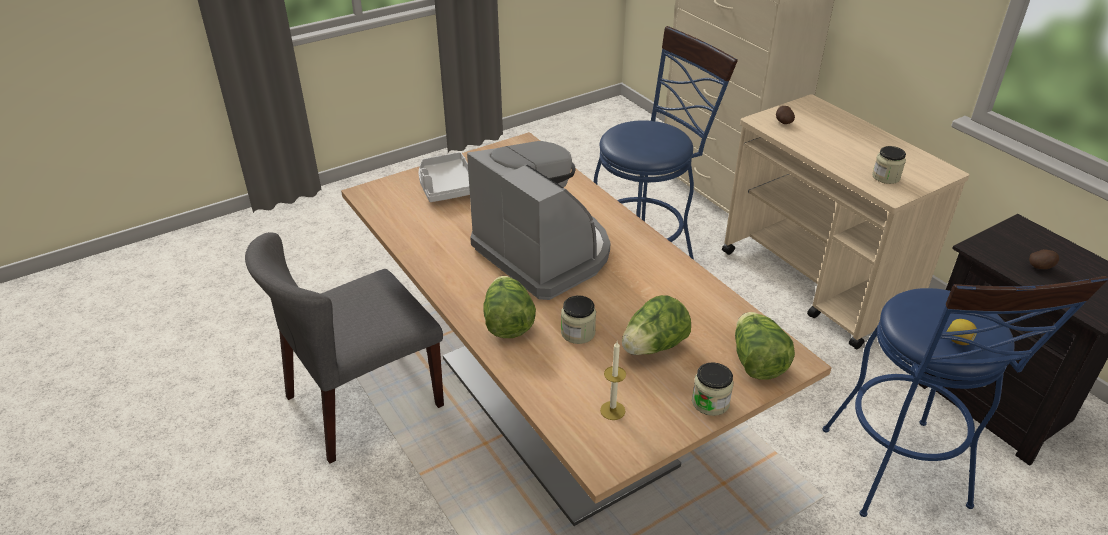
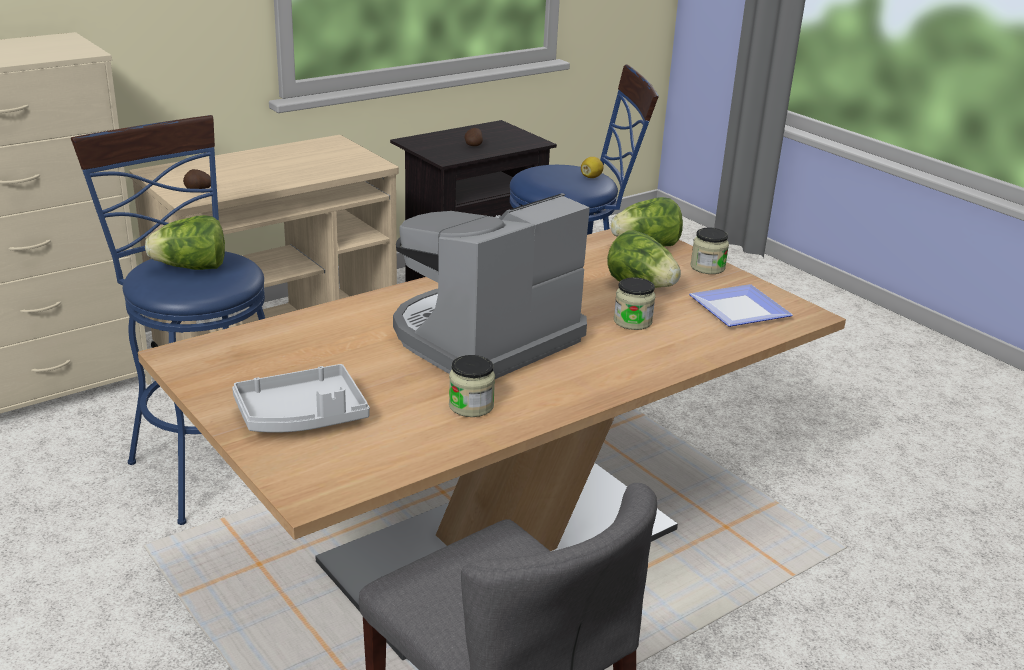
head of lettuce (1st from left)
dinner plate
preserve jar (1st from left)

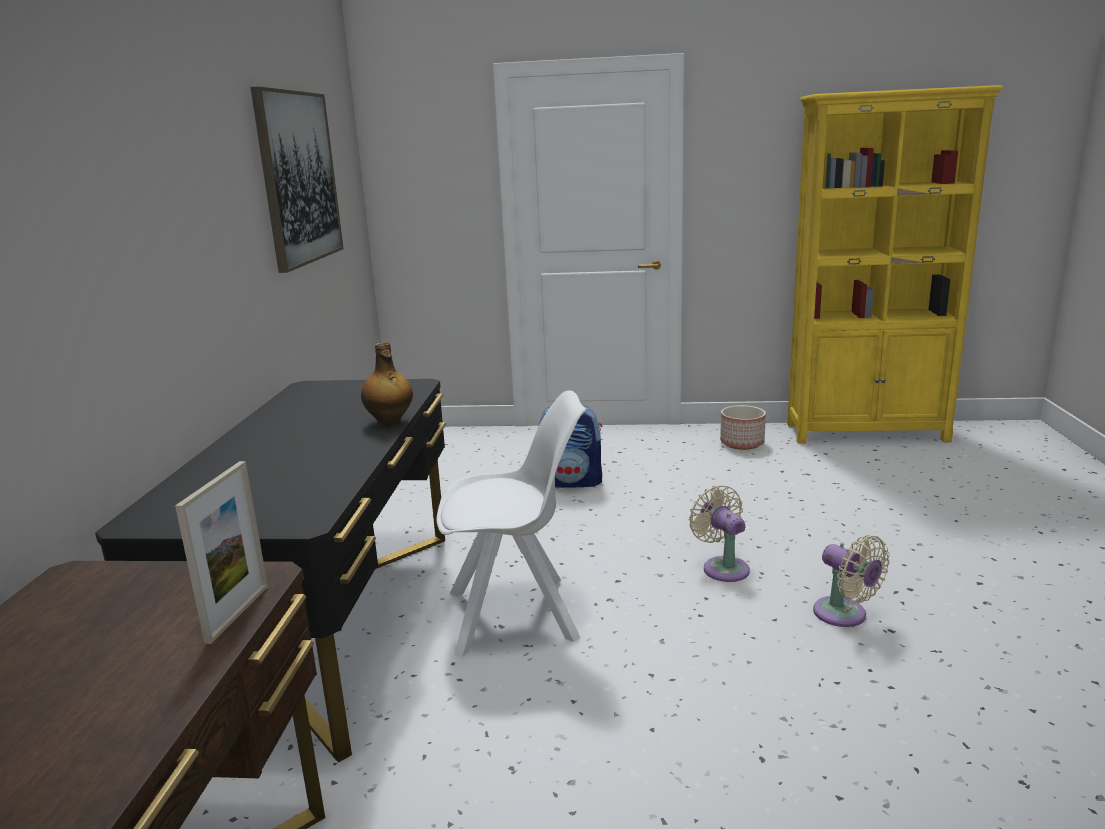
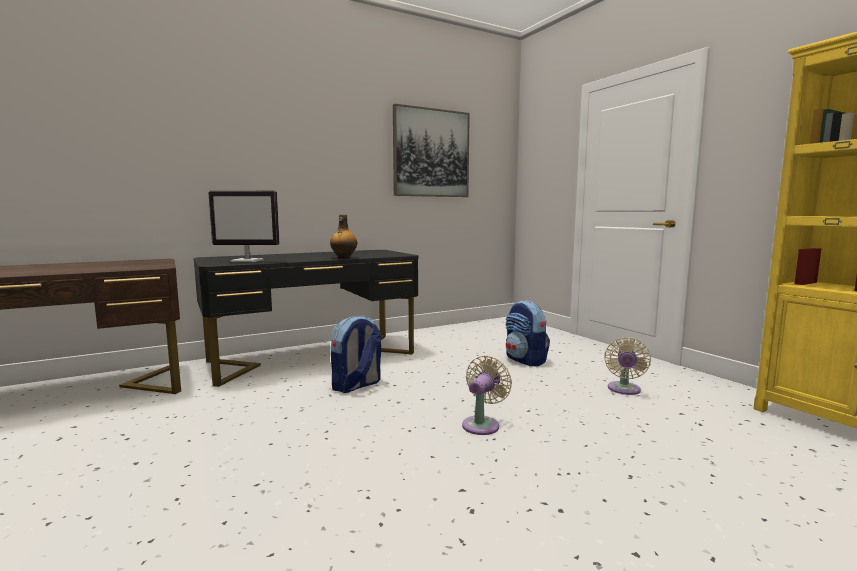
picture frame
backpack (1st from left)
planter
beige cooling fan (2nd from left)
computer screen

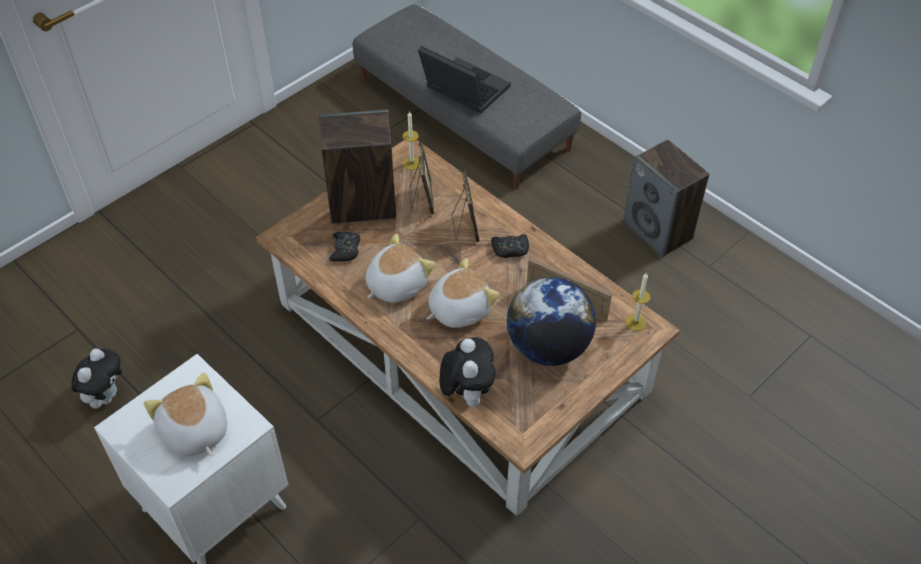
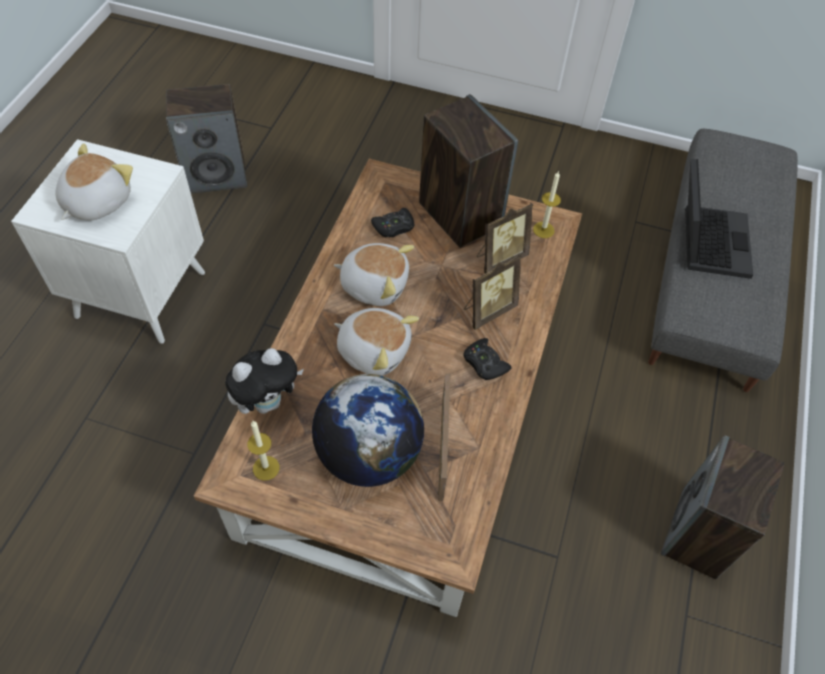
loudspeaker (1st from left)
candle (1st from left)

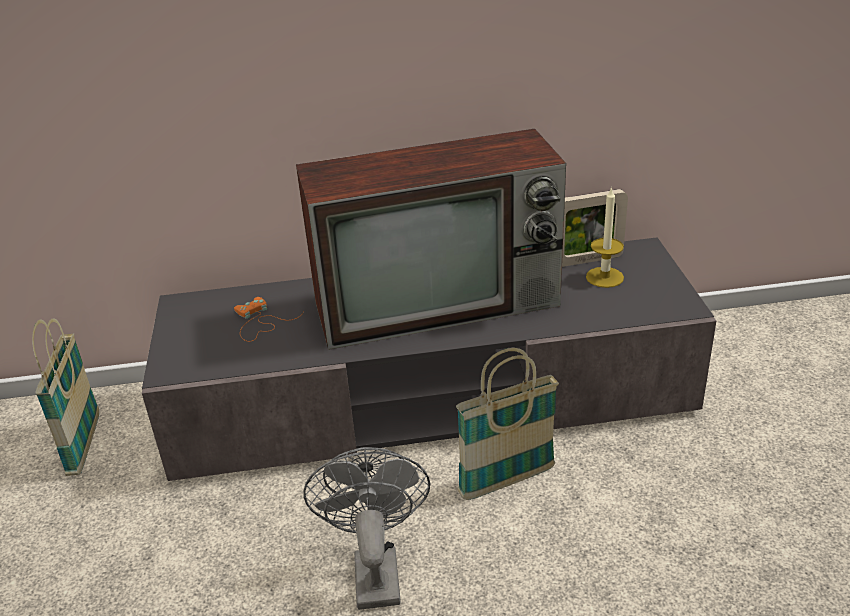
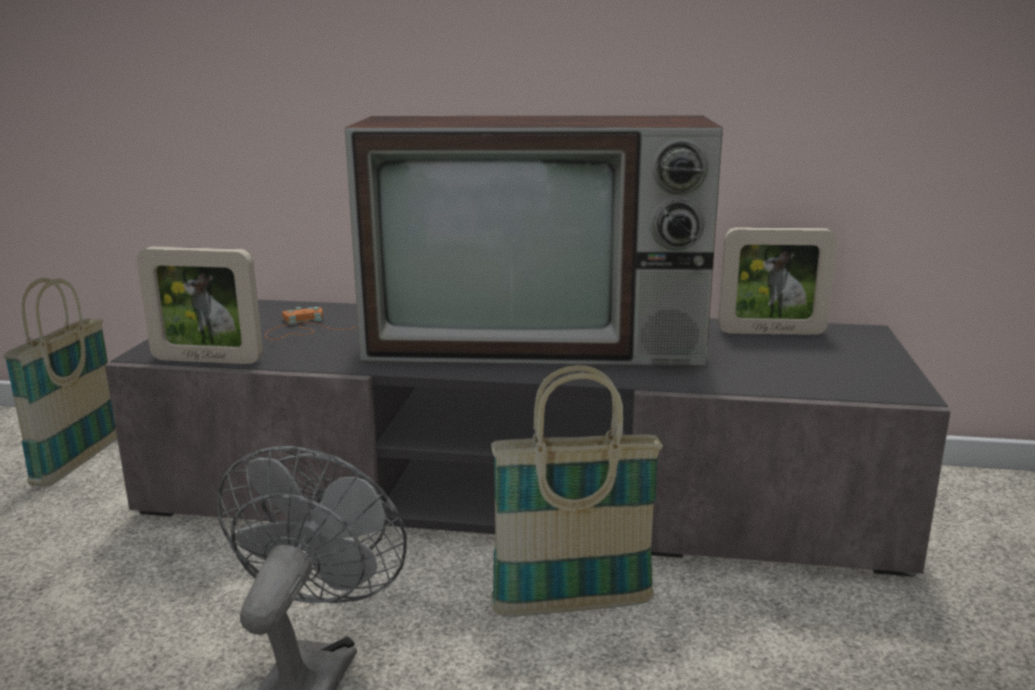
candle
picture frame (1st from left)

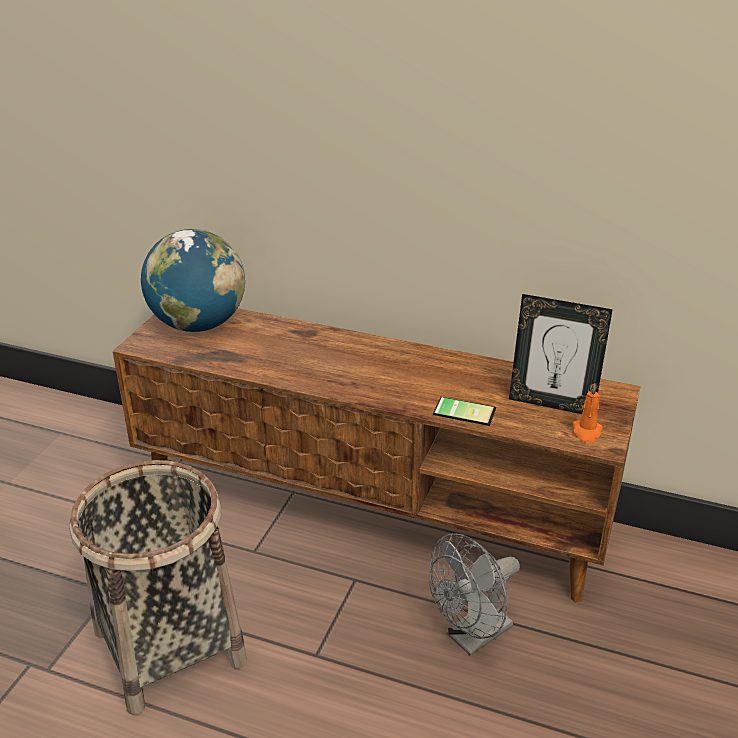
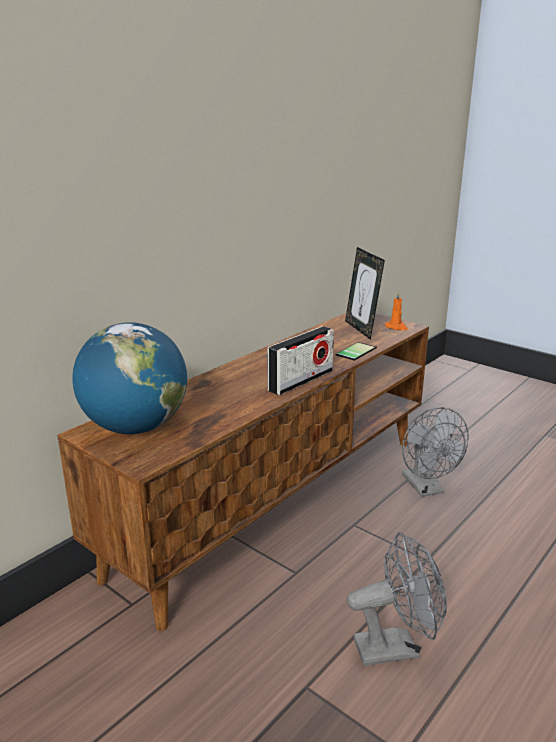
greyish cooling fan (1st from left)
picture frame
radio

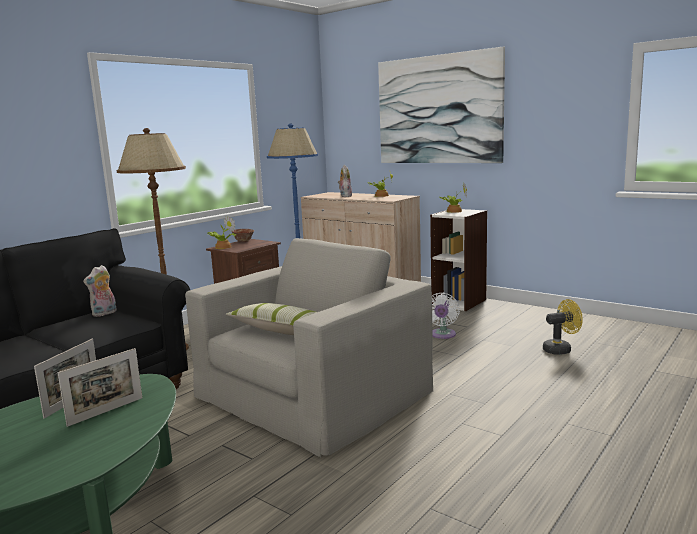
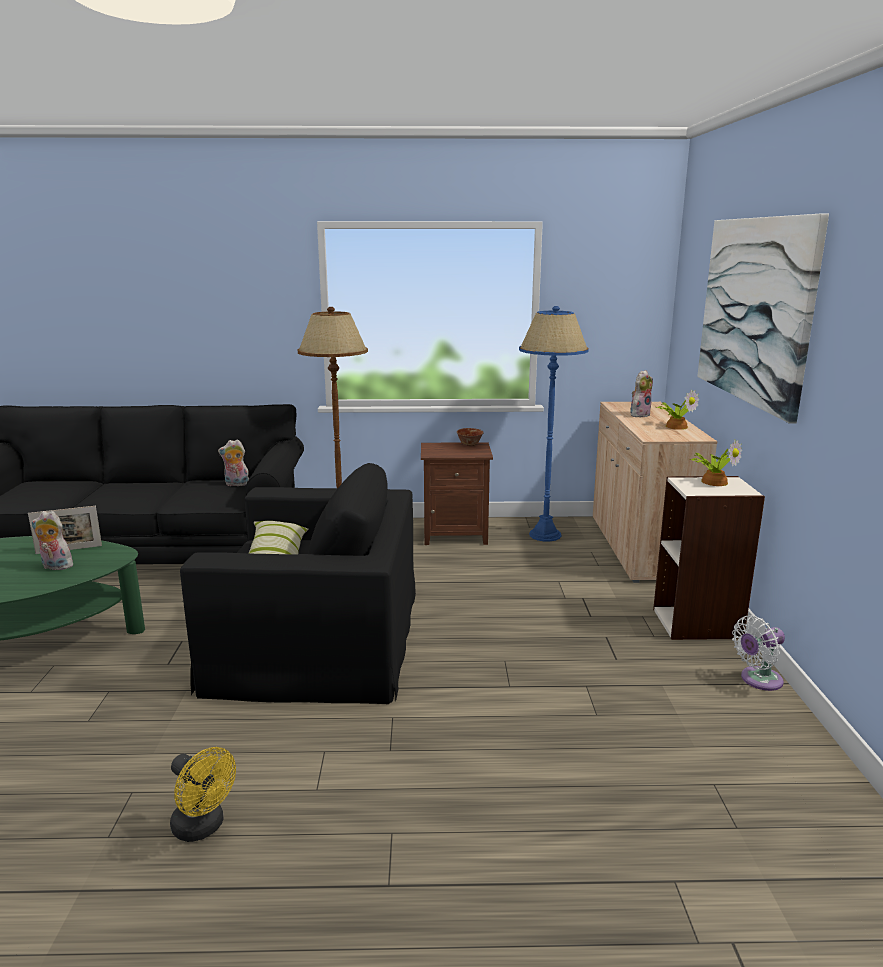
plush toy (1st from left)
black lounge chair
plant in a pot (1st from left in the first image)
white-coloured cooling fan
yellow cooling fan

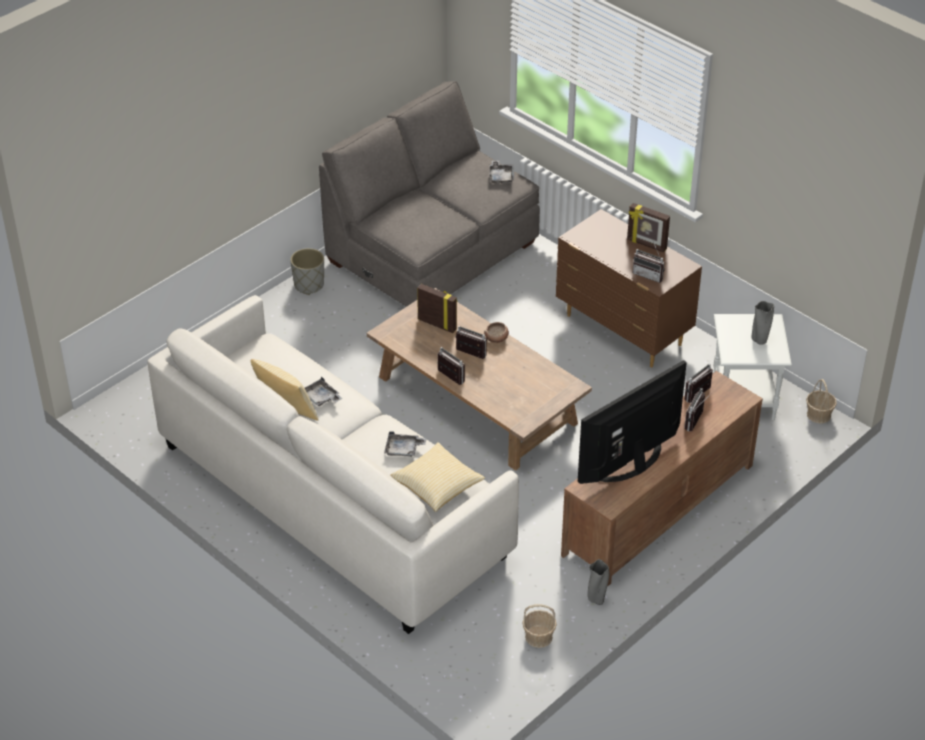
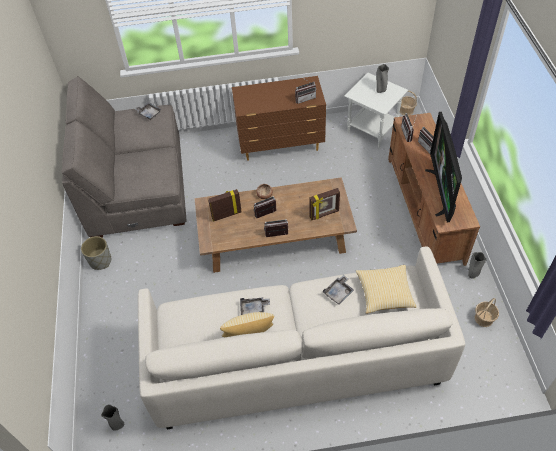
picture frame (2nd from left)
greyish vase (1st from left)

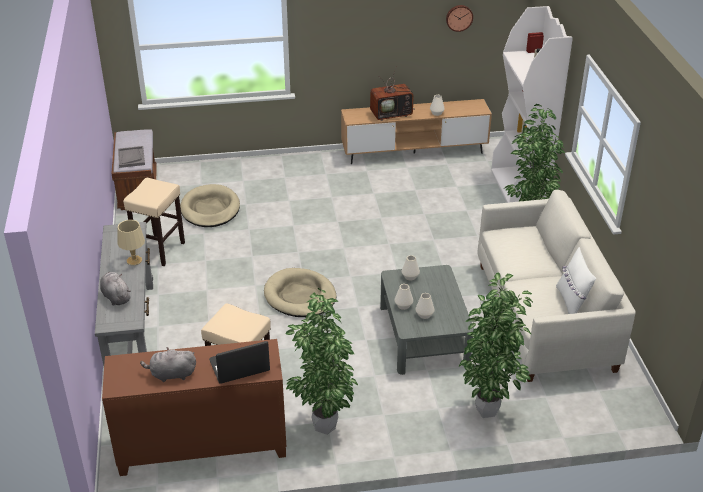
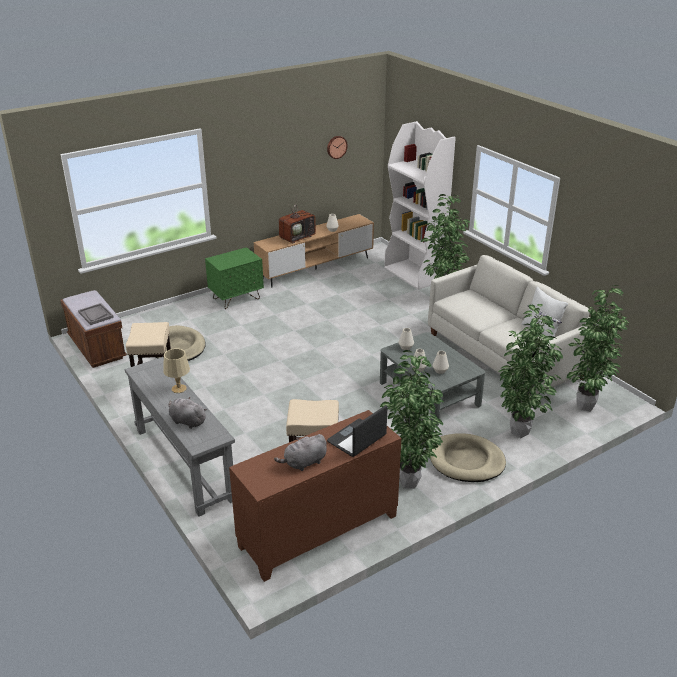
beige dog cushion (2nd from left)
green-coloured bedside table
plant in a pot (4th from left)

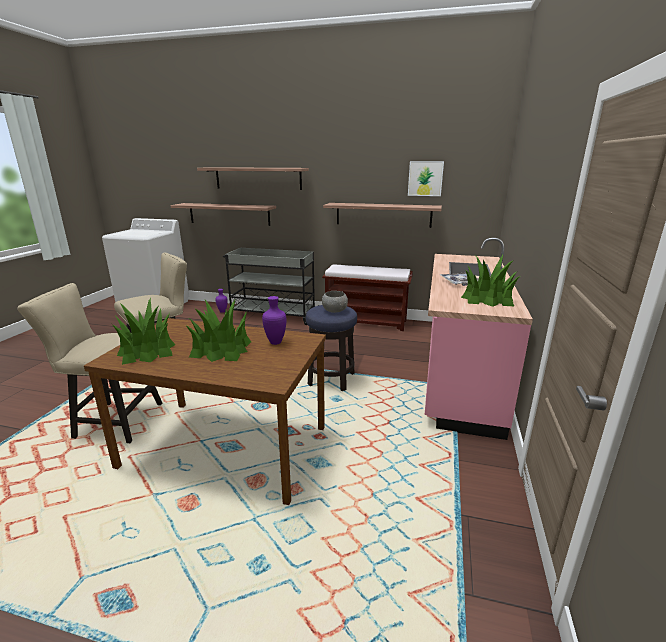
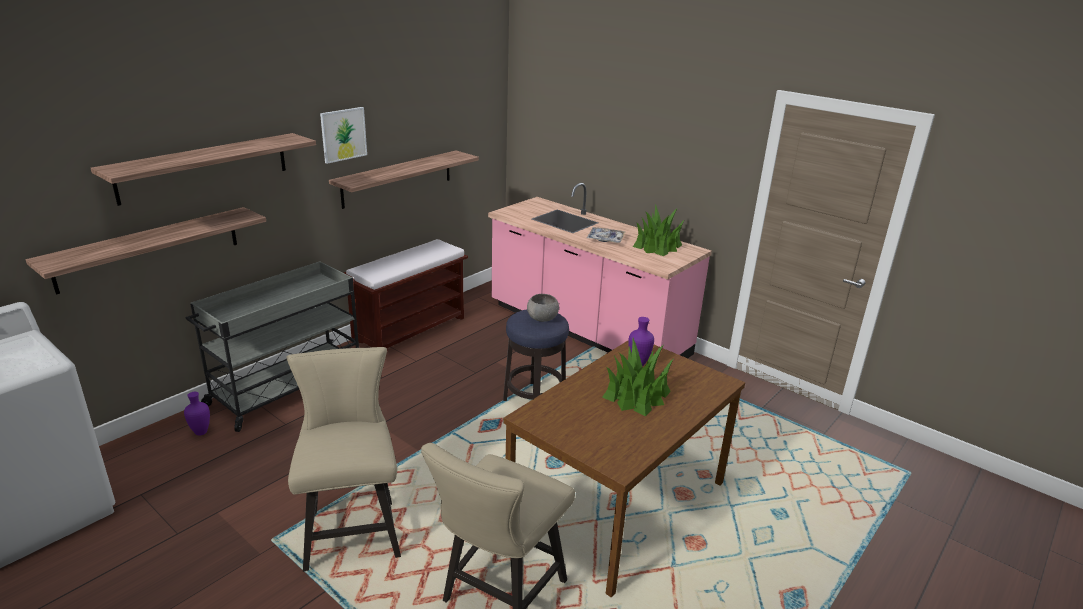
plant in a pot (1st from left in the first image)
picture

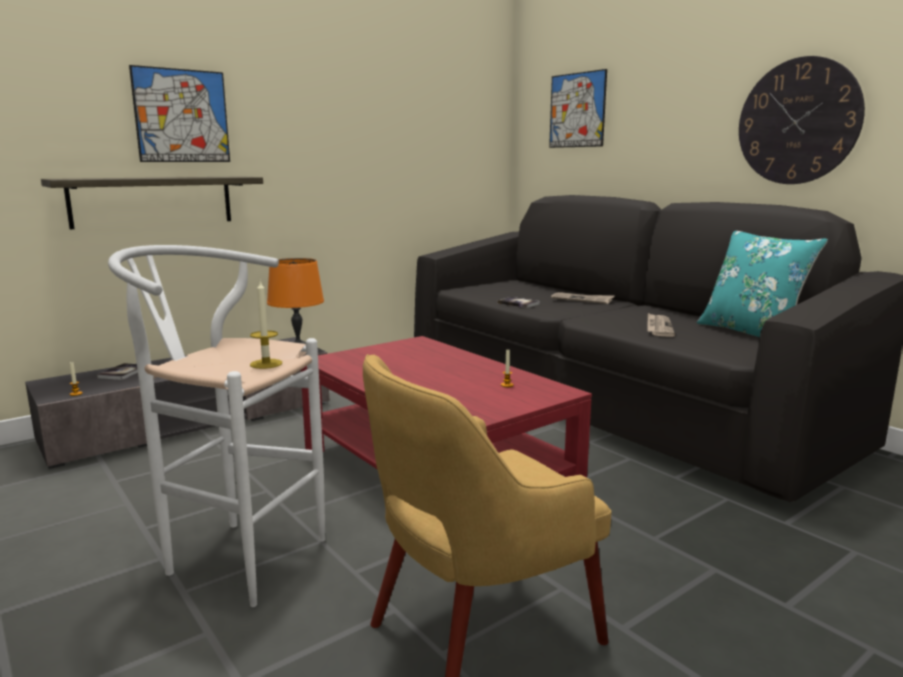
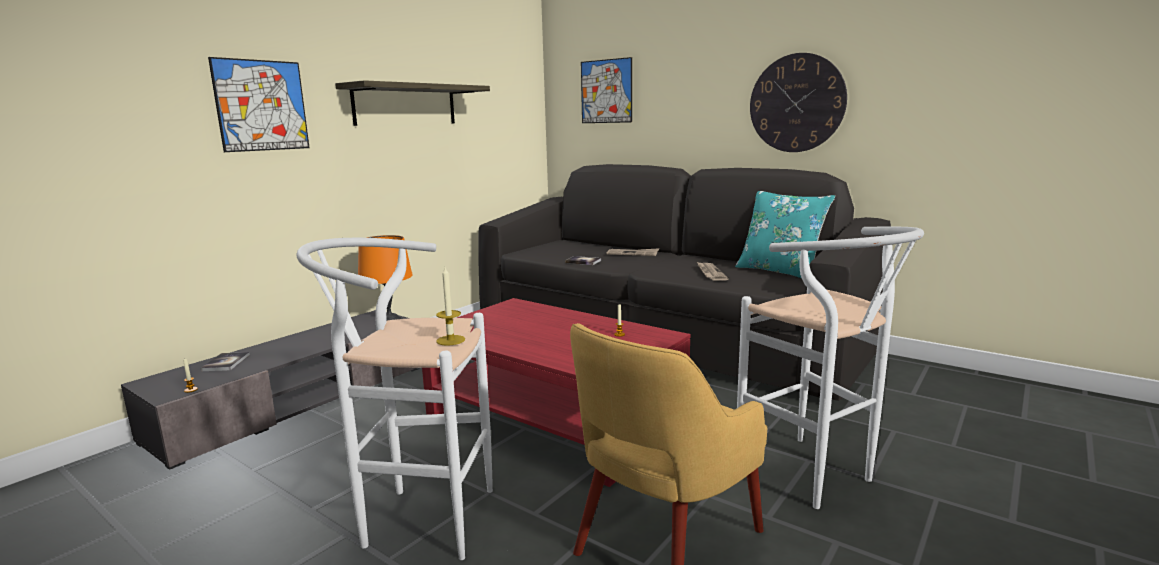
shelf
white-coloured stool (2nd from left)

